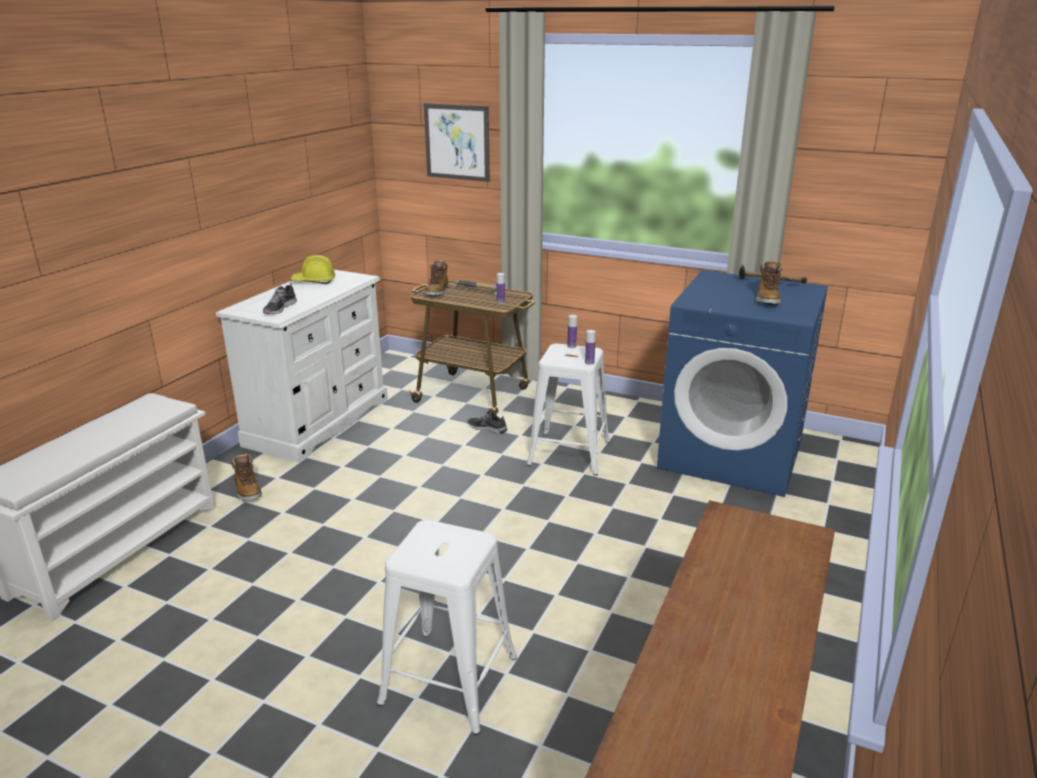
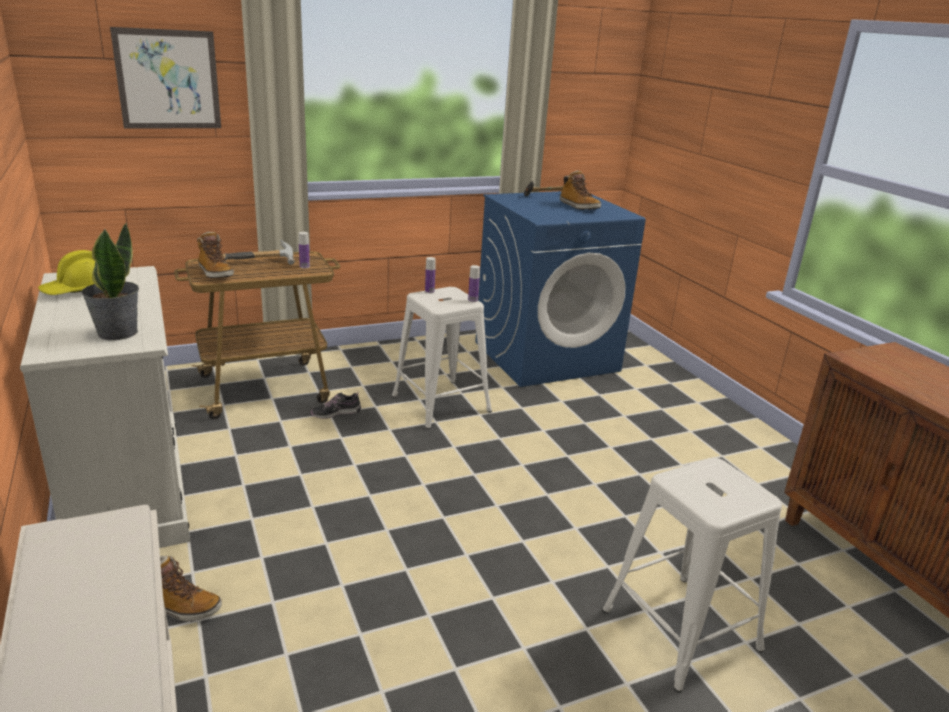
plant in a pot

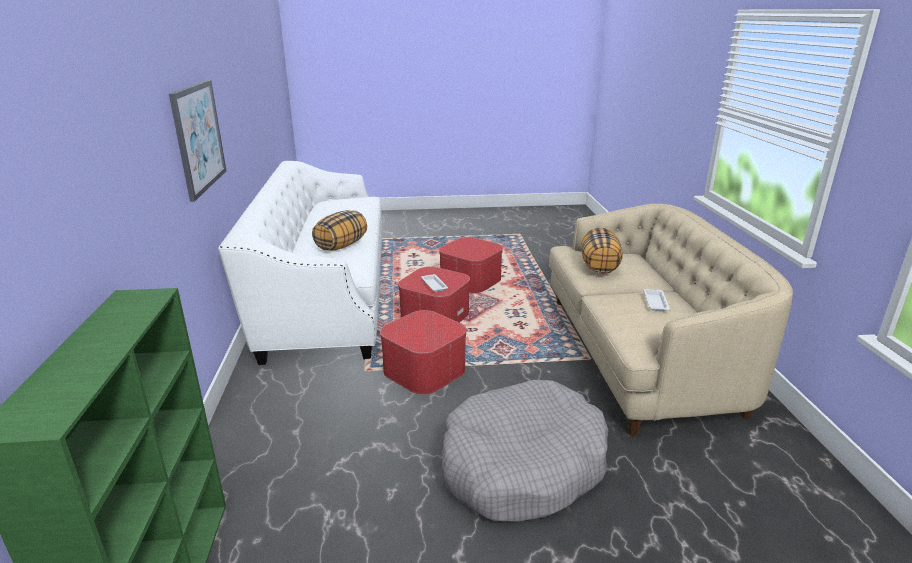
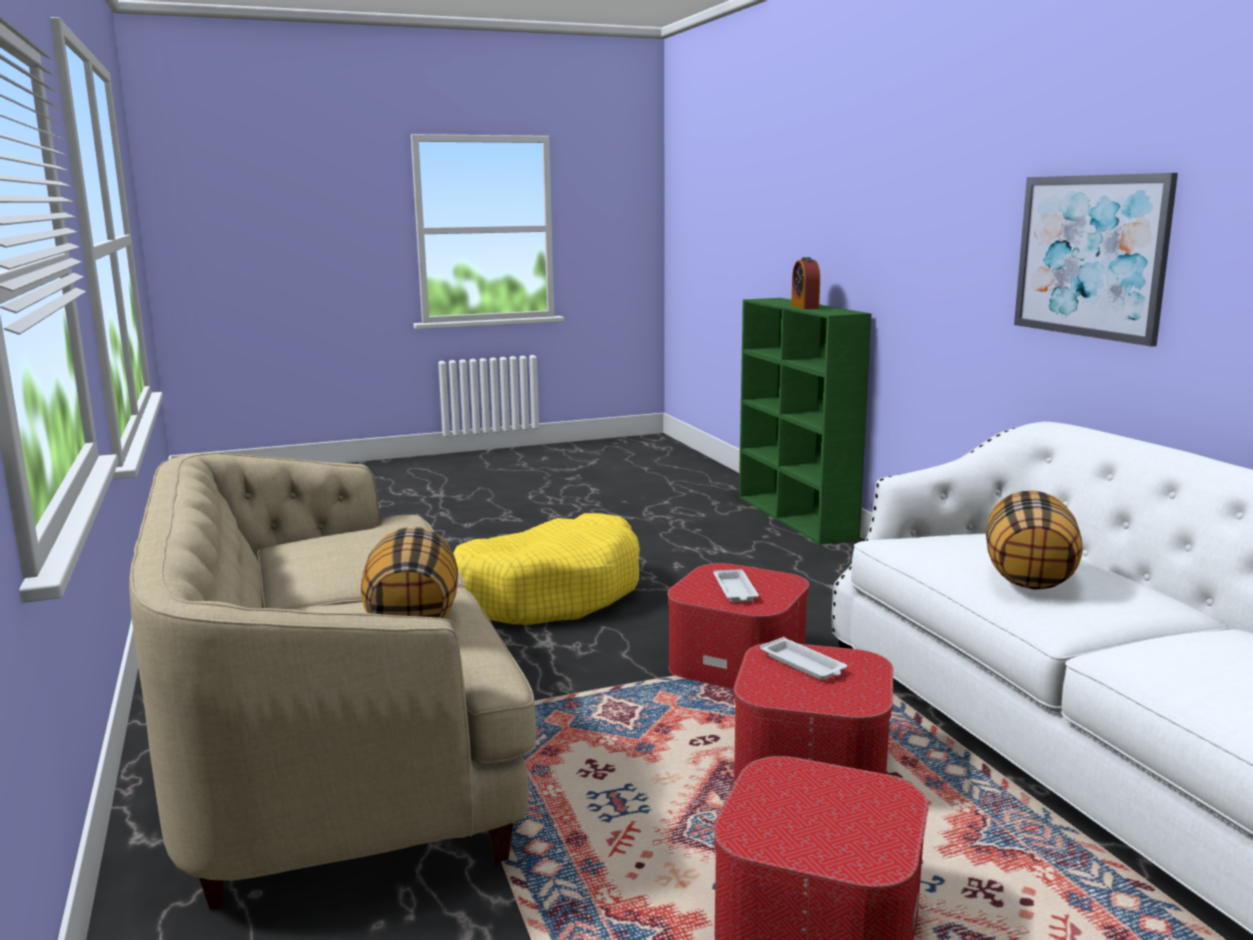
yellow dog cushion
white-coloured tray (1st from left)
alarm clock

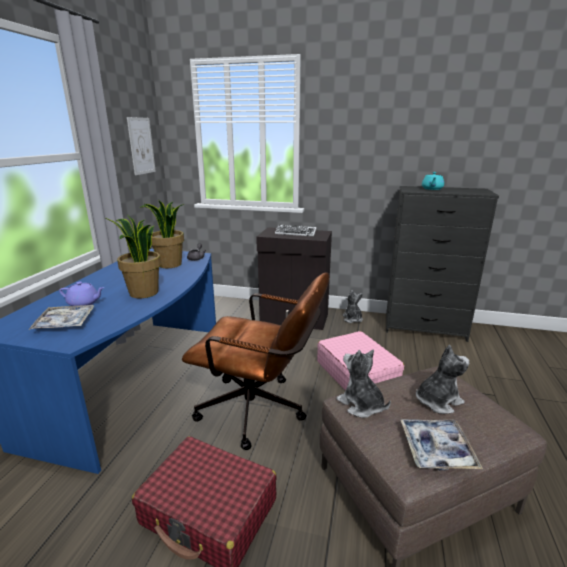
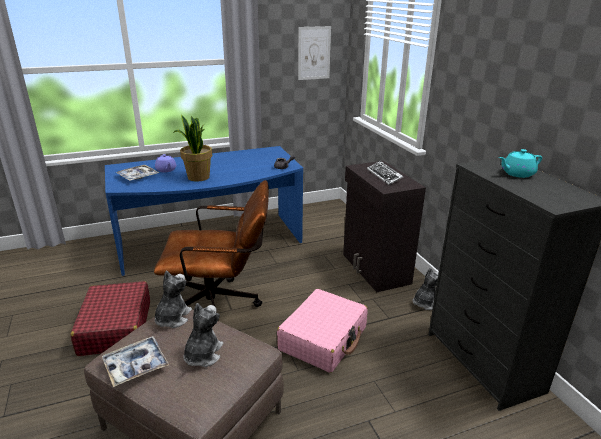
plant in a pot (2nd from left in the first image)
brownish desk chair
plush toy (2nd from left)

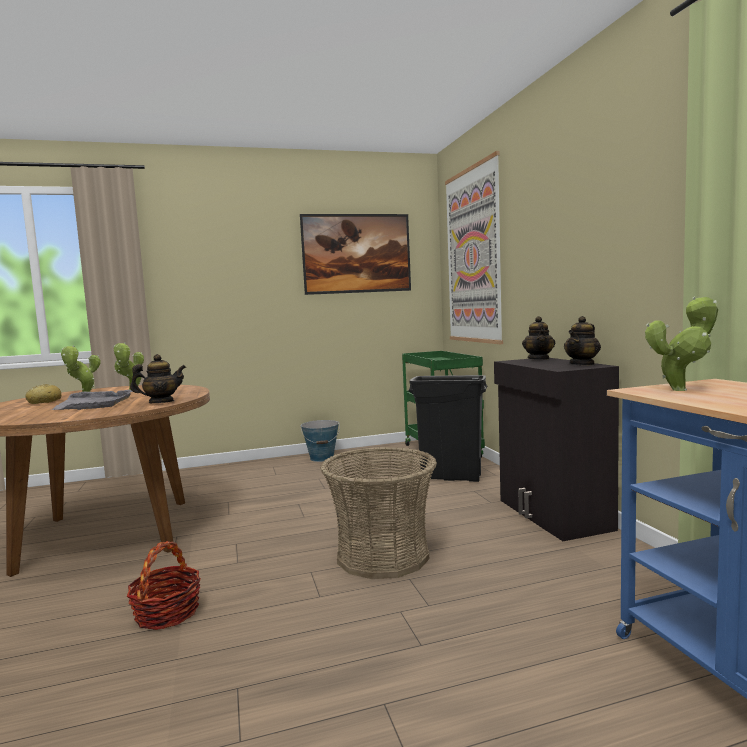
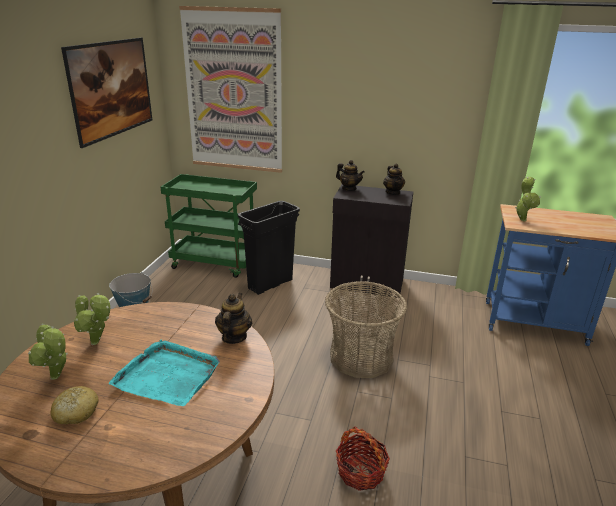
turquoise-coloured tray

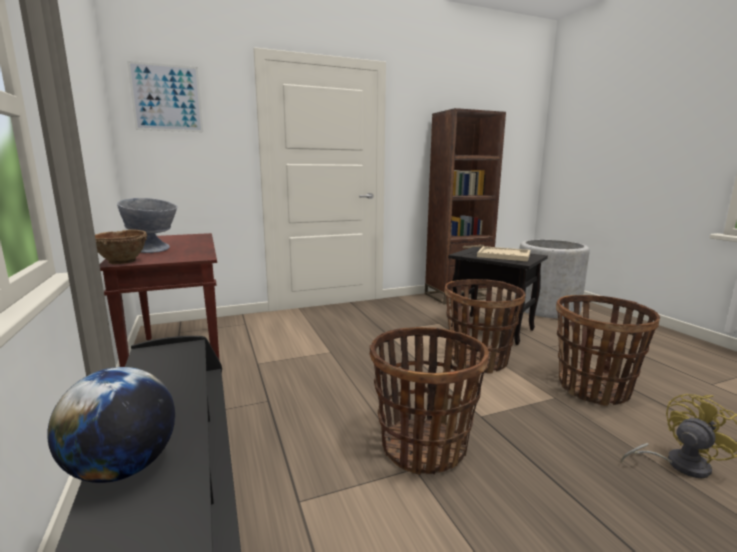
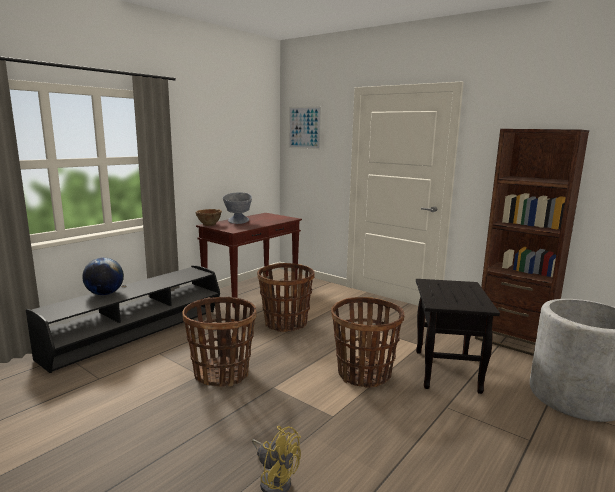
beige tray
basket (2nd from left)

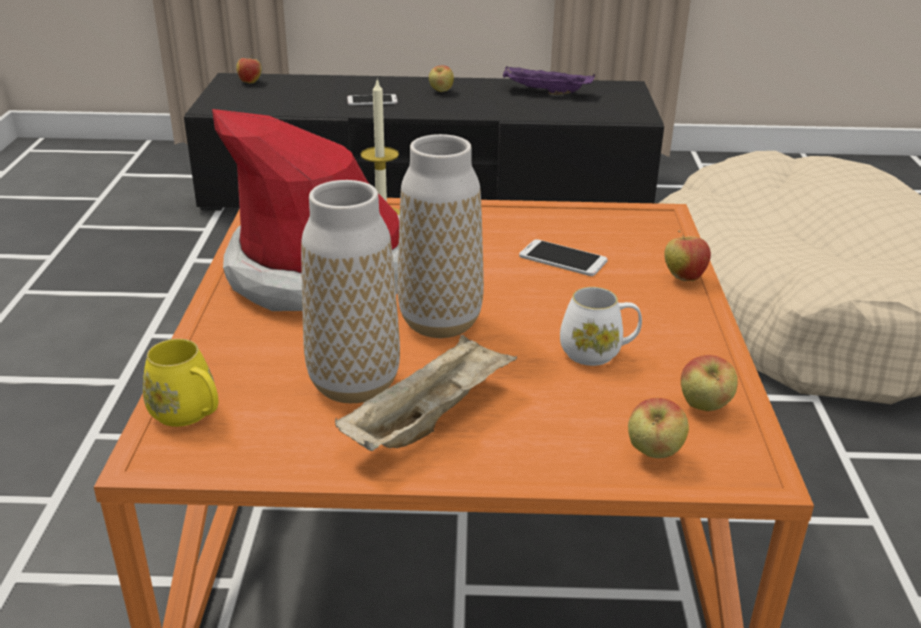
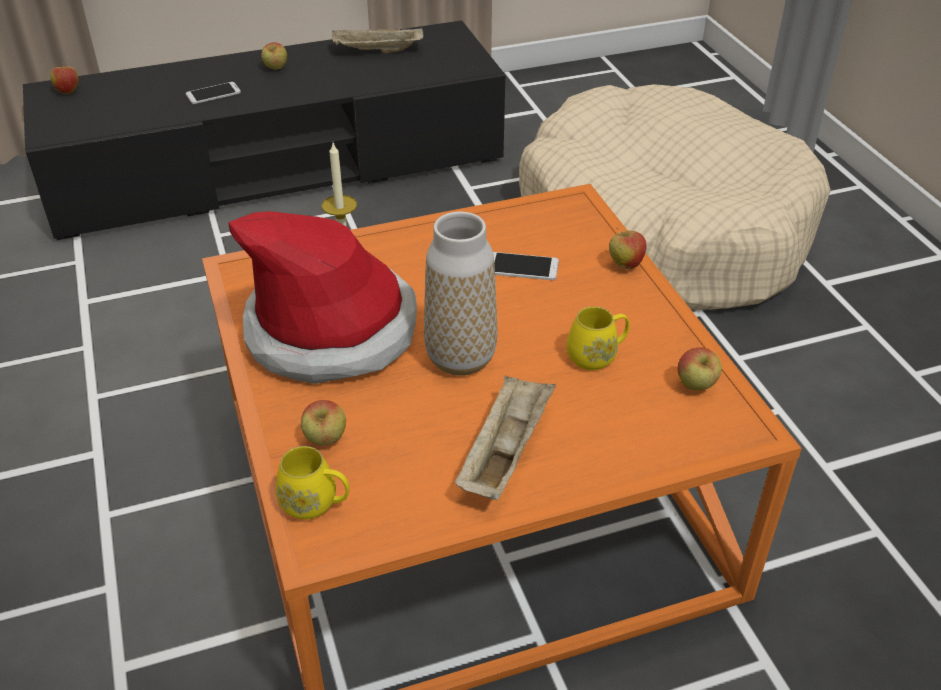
vase (1st from left in the first image)
beige tray (1st from left)
yellow tea mug (2nd from left)
apple fruit (3rd from left)

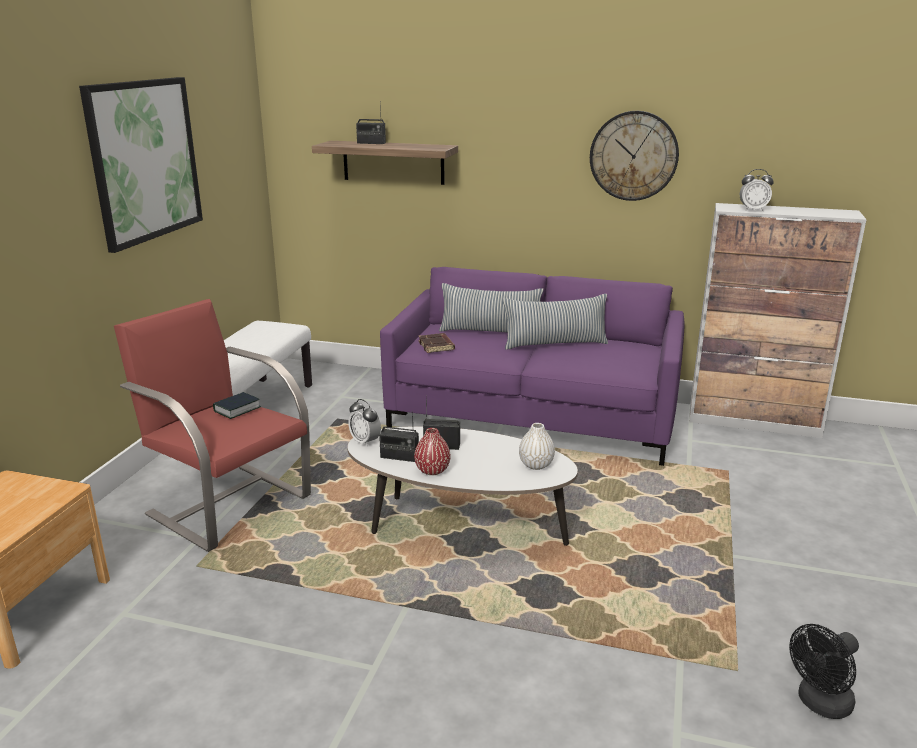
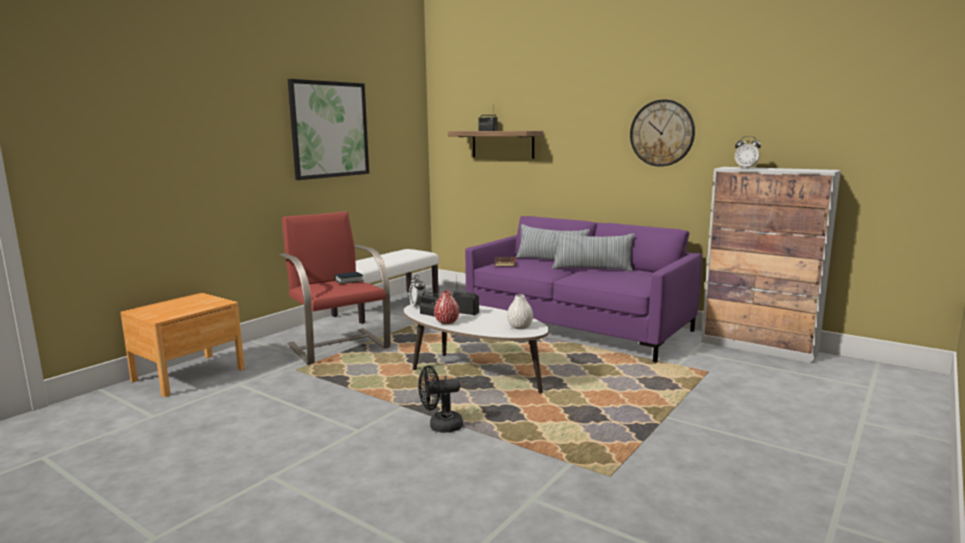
black cooling fan

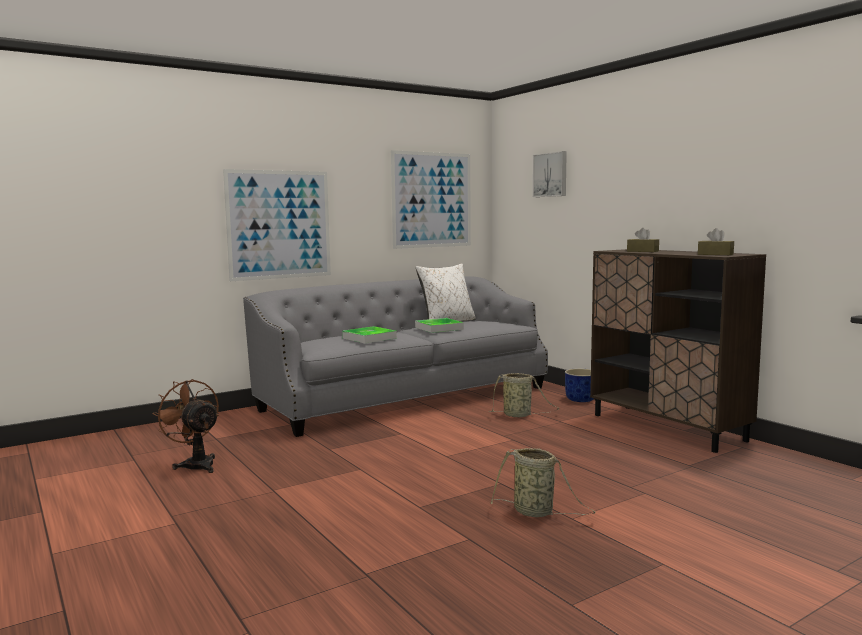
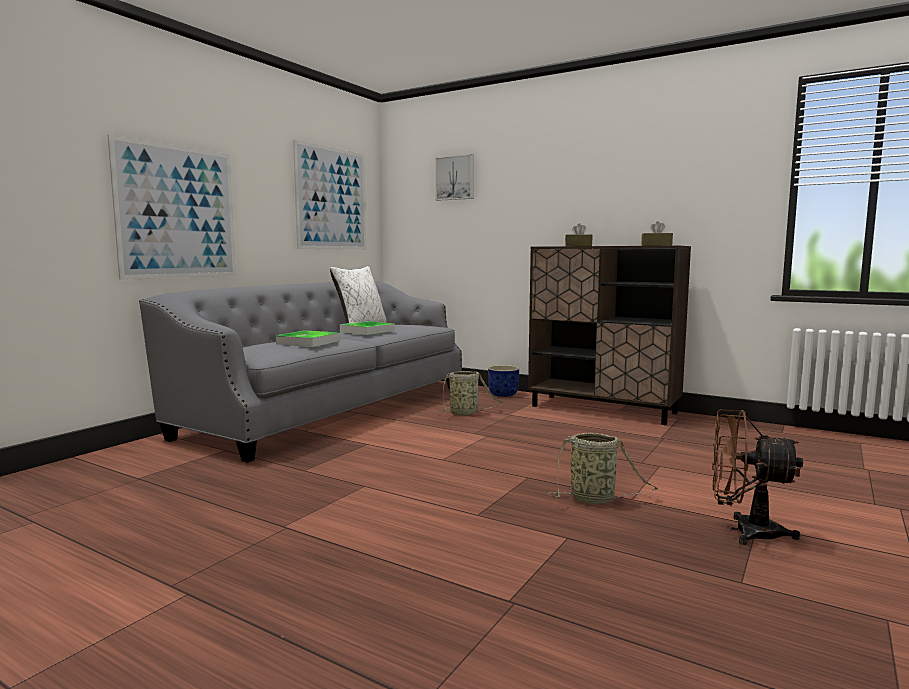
brownish cooling fan

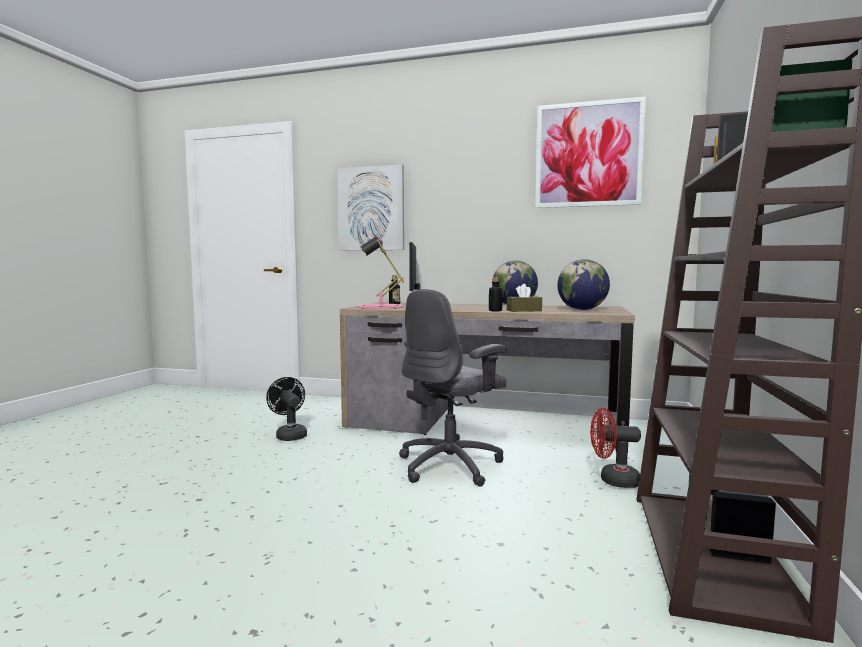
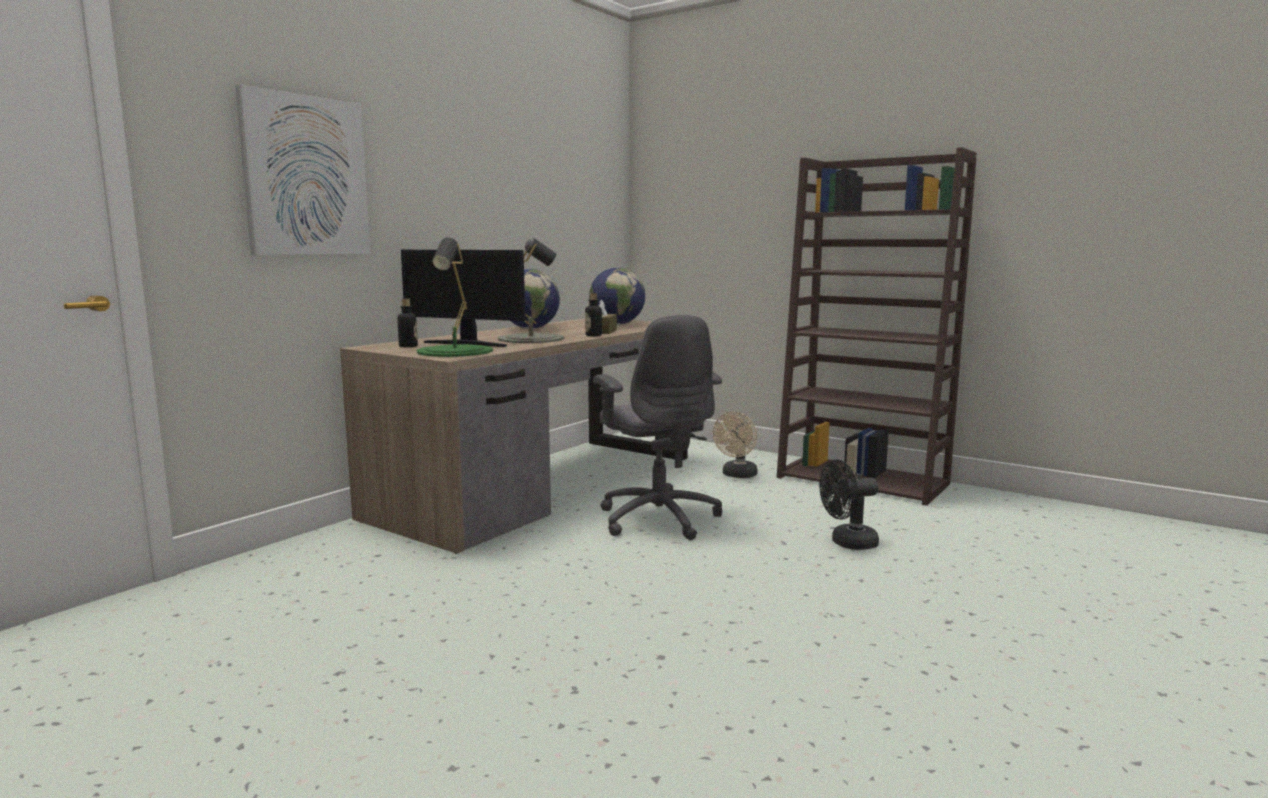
black cooling fan
green-coloured table lamp
picture (2nd from left in the first image)
beige cooling fan
greyish table lamp

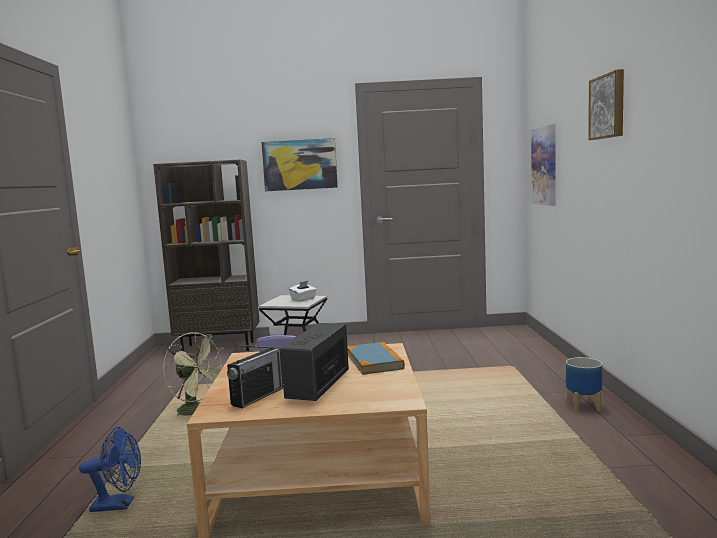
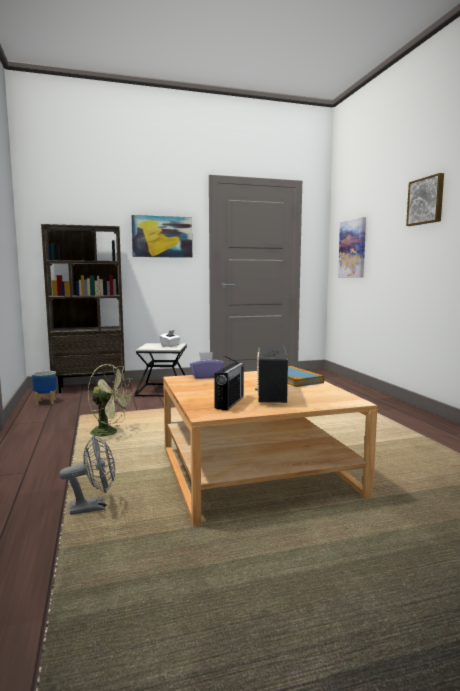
greyish cooling fan
planter

